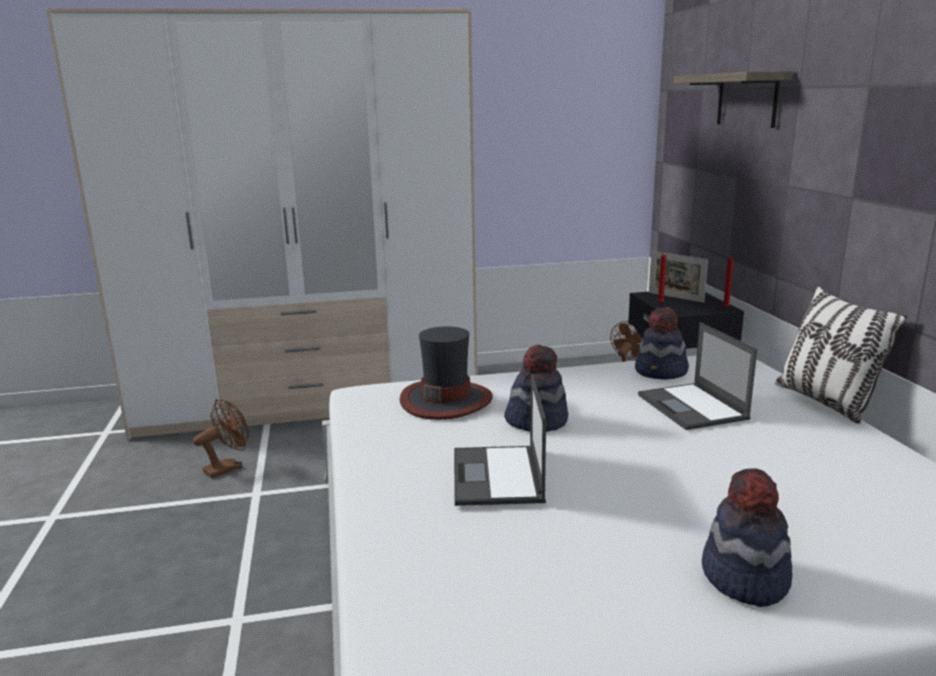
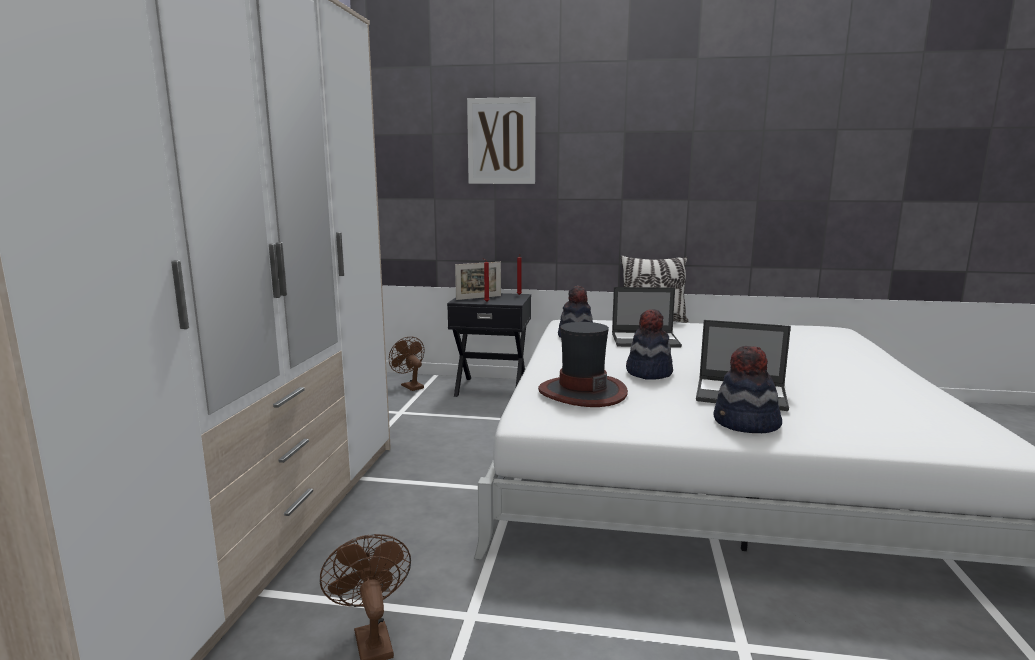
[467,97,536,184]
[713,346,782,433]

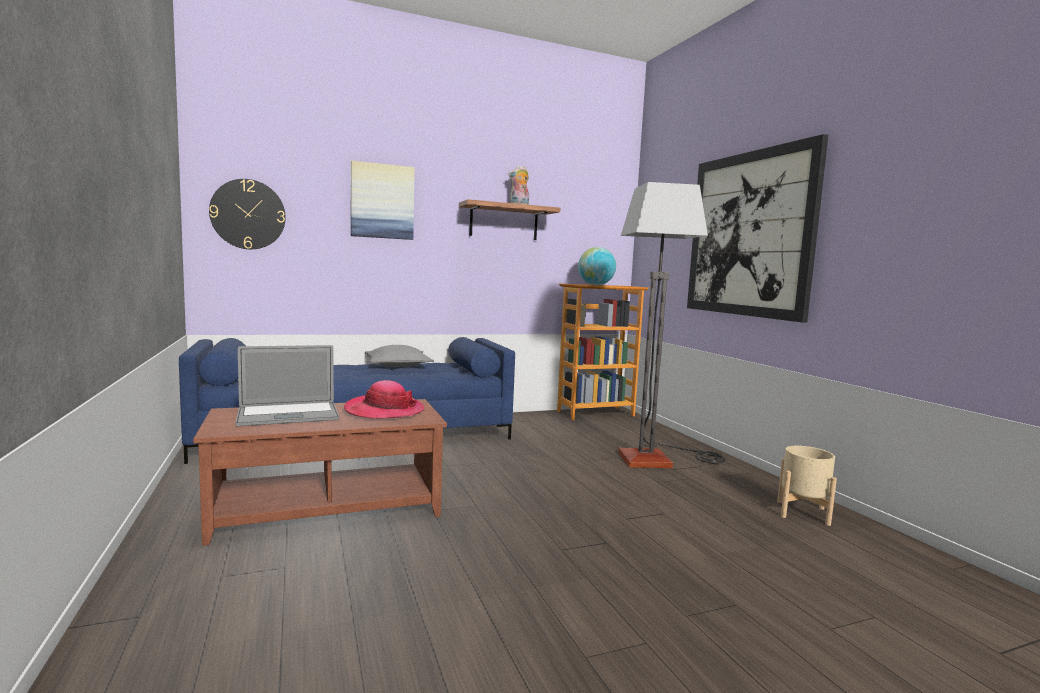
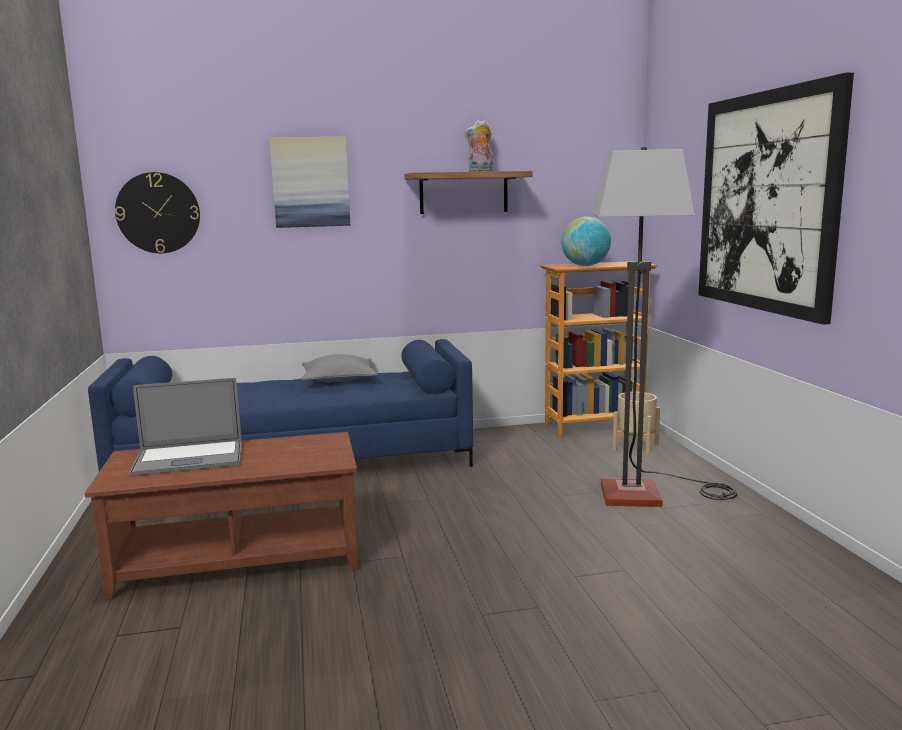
[344,380,425,419] (first image)
[613,392,660,456]

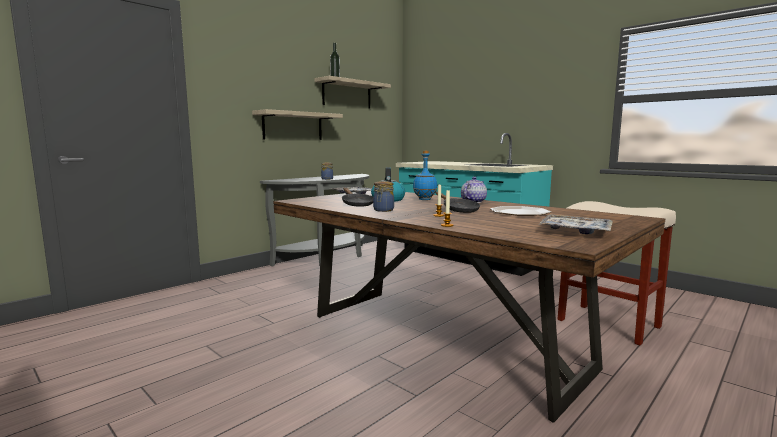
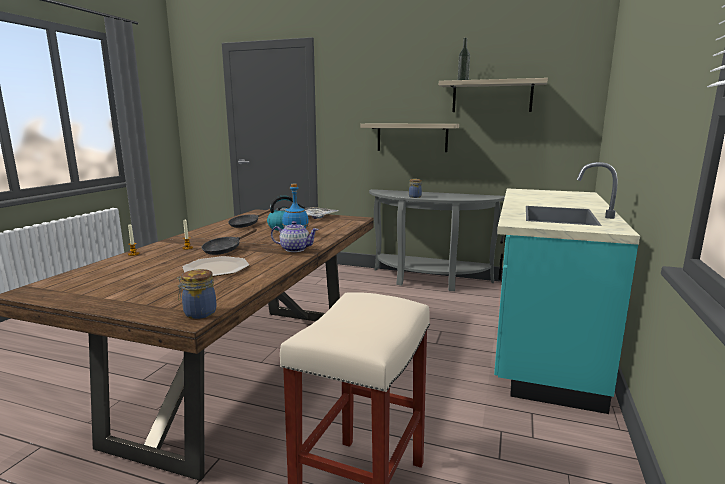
[177,269,216,319]
[539,214,613,234] (first image)

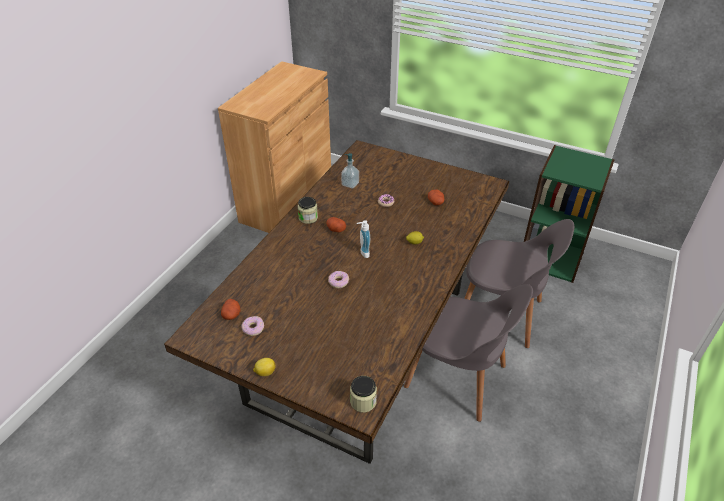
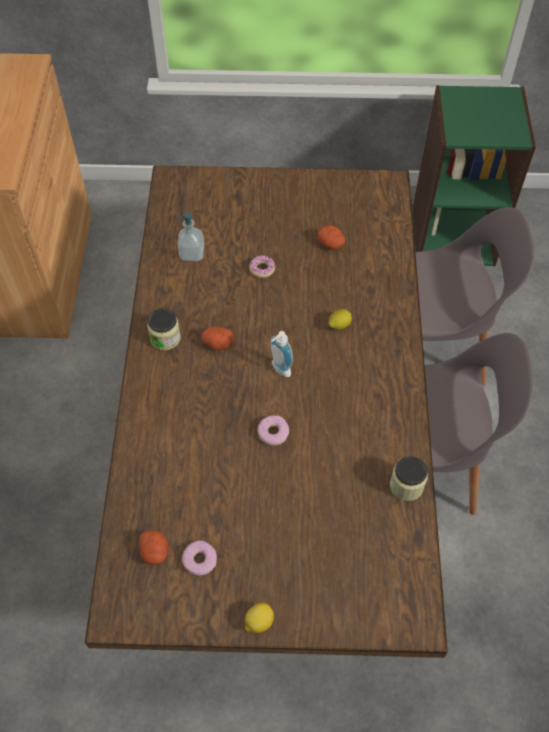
[390,456,428,501]

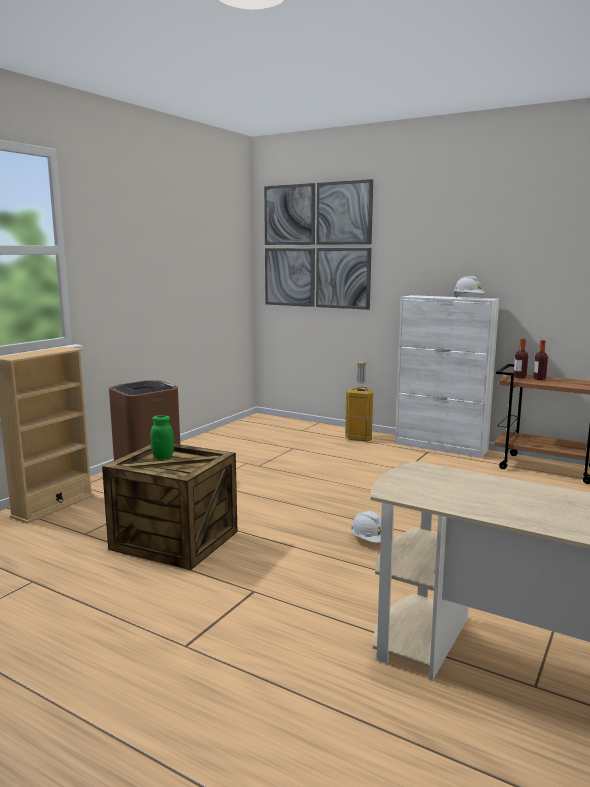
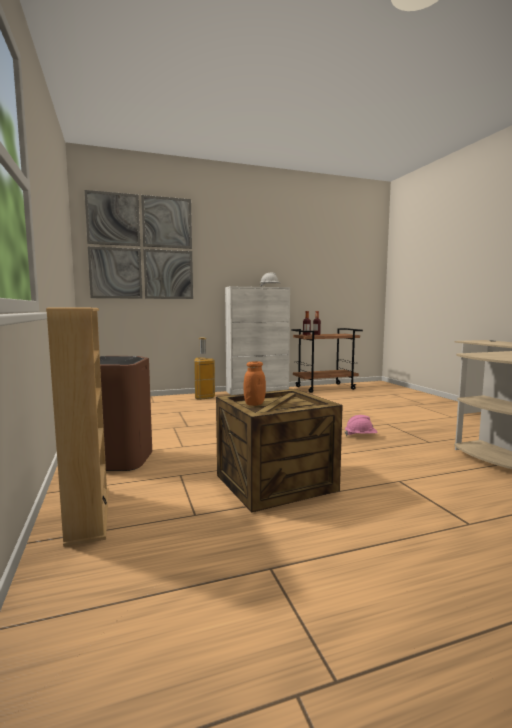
[243,361,266,406]
[344,415,377,436]

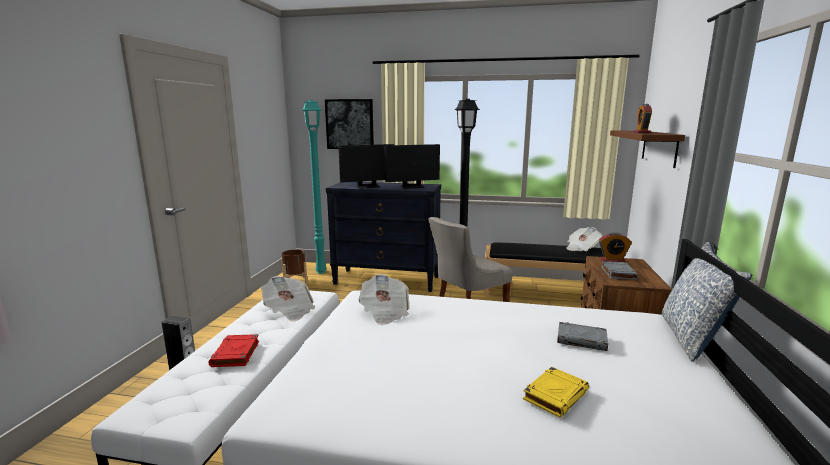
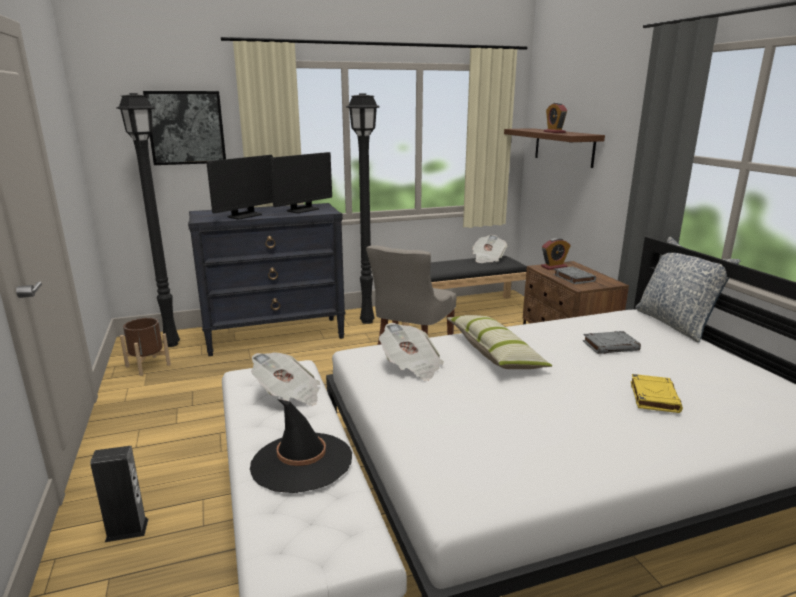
[250,399,352,493]
[117,93,180,347]
[446,315,552,369]

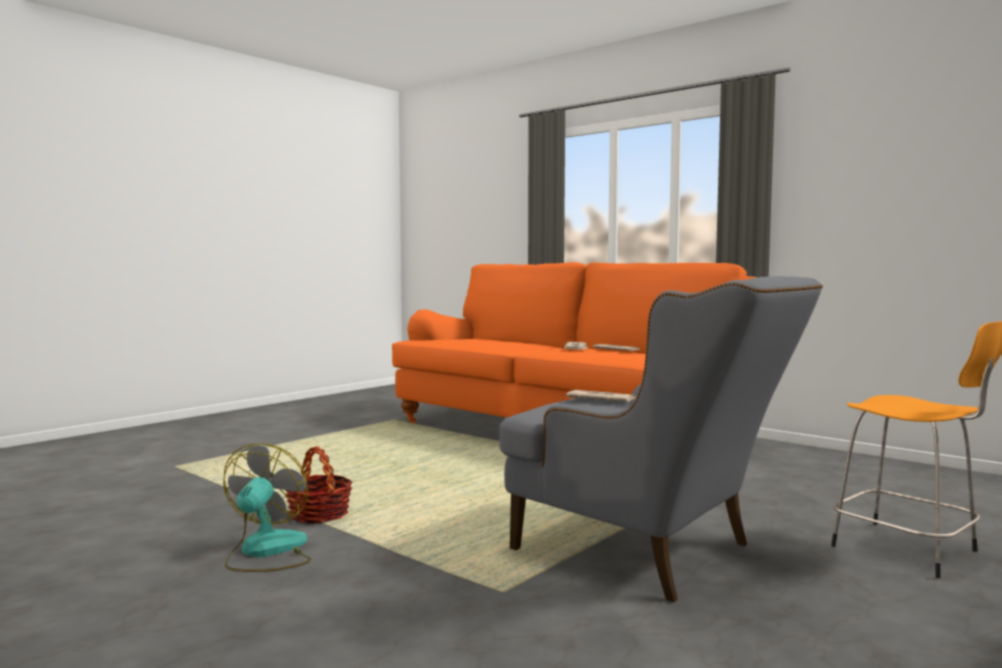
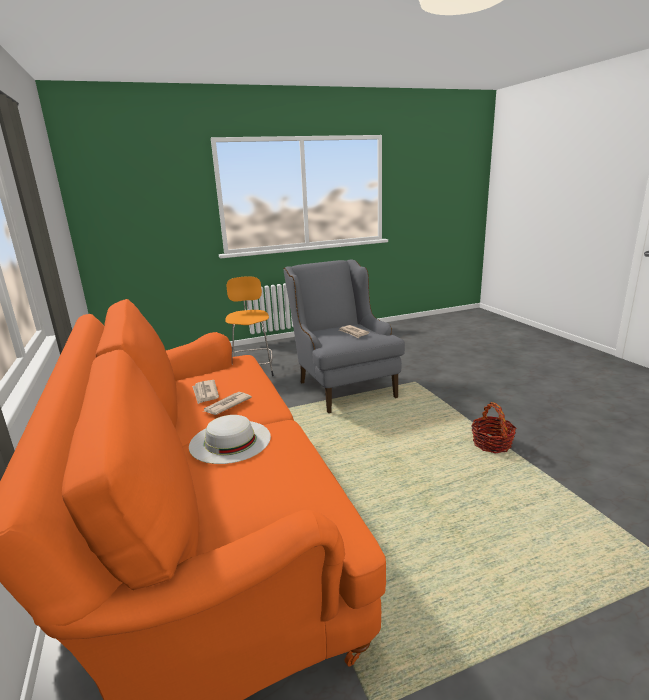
[223,444,311,572] (first image)
[189,415,271,464]

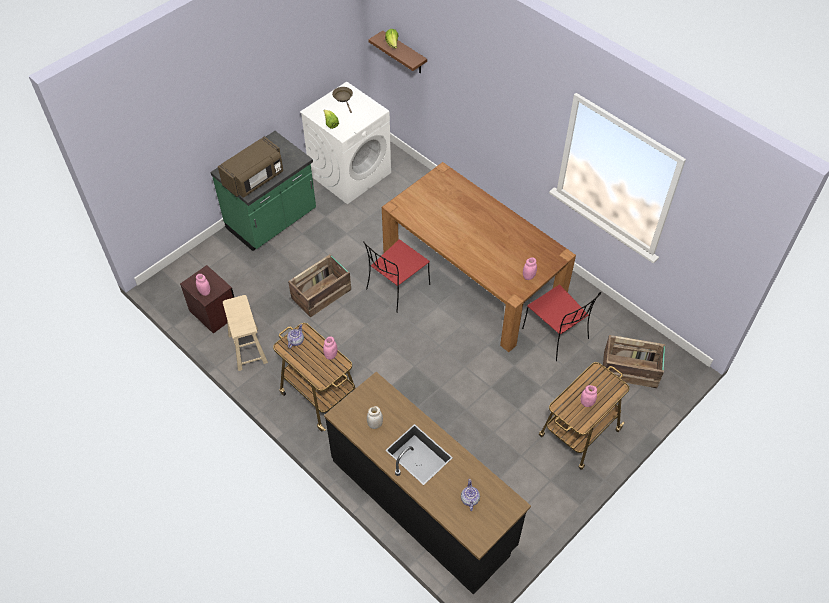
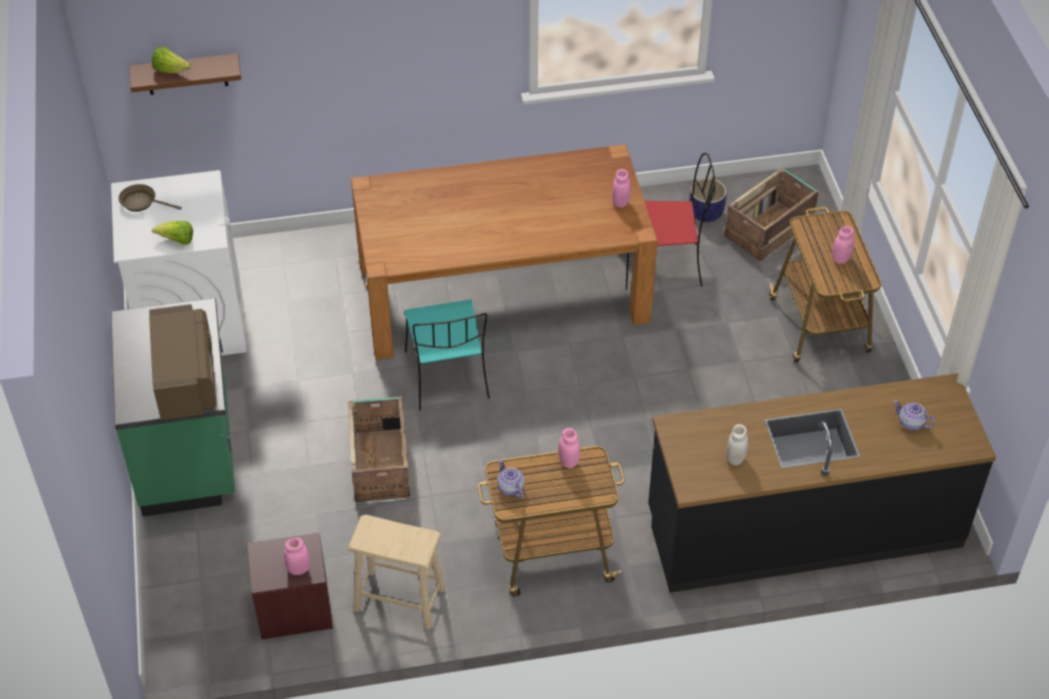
[404,299,490,410]
[689,178,727,222]

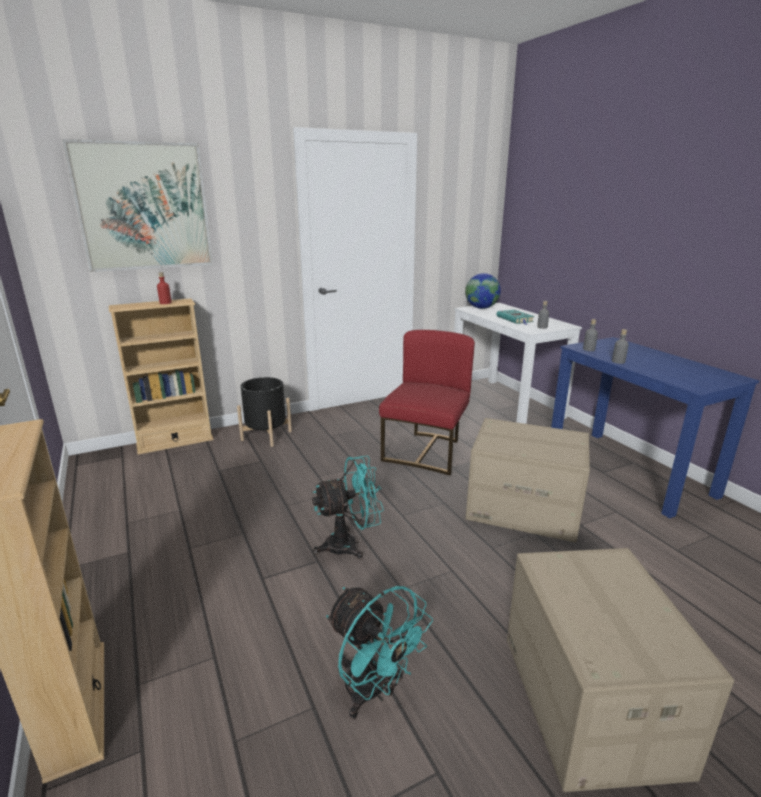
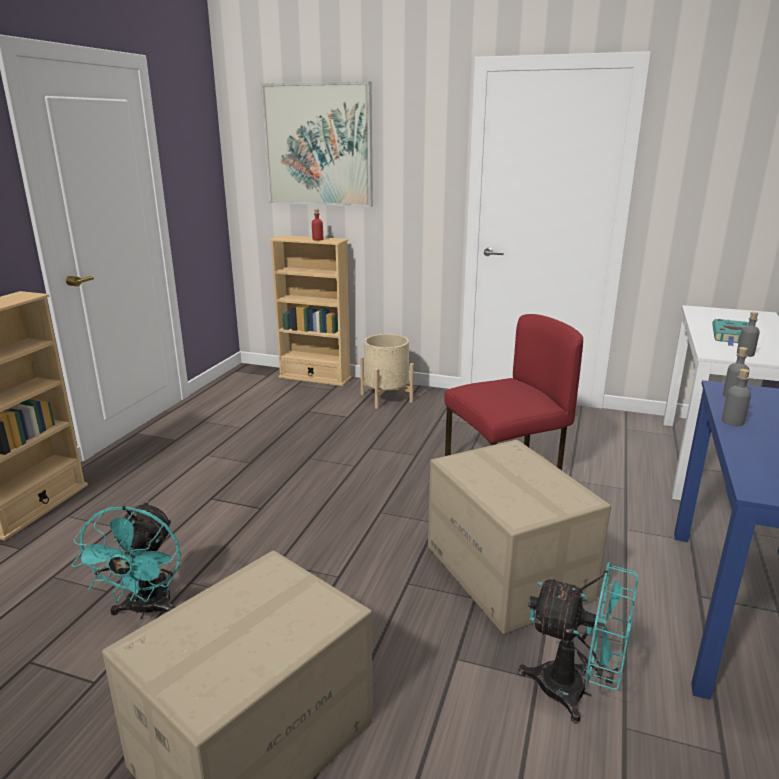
[360,334,414,409]
[518,562,638,724]
[465,273,501,309] (first image)

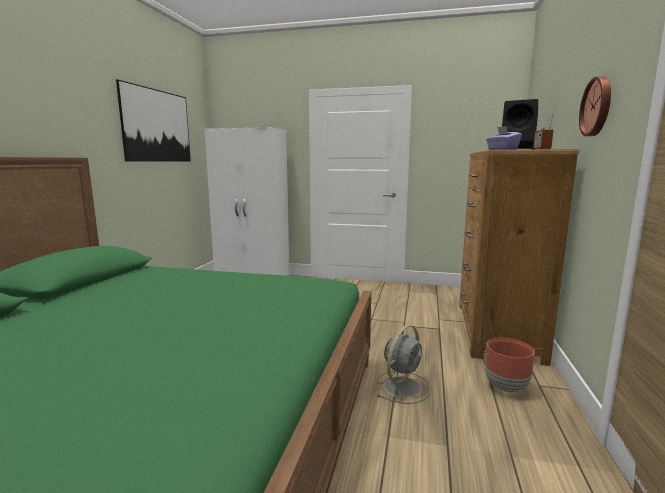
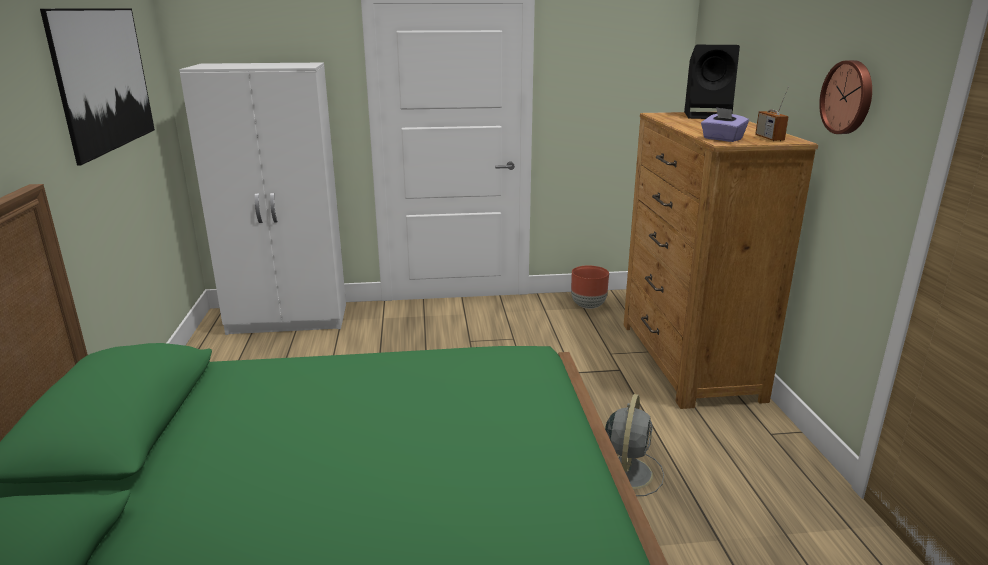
[571,265,609,309]

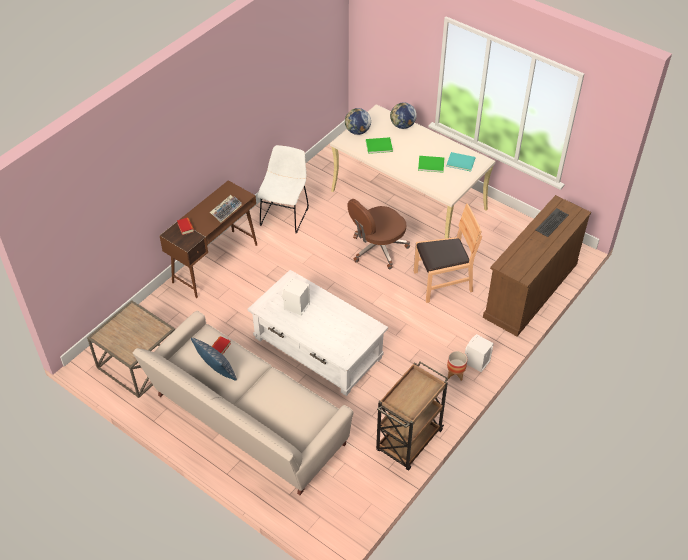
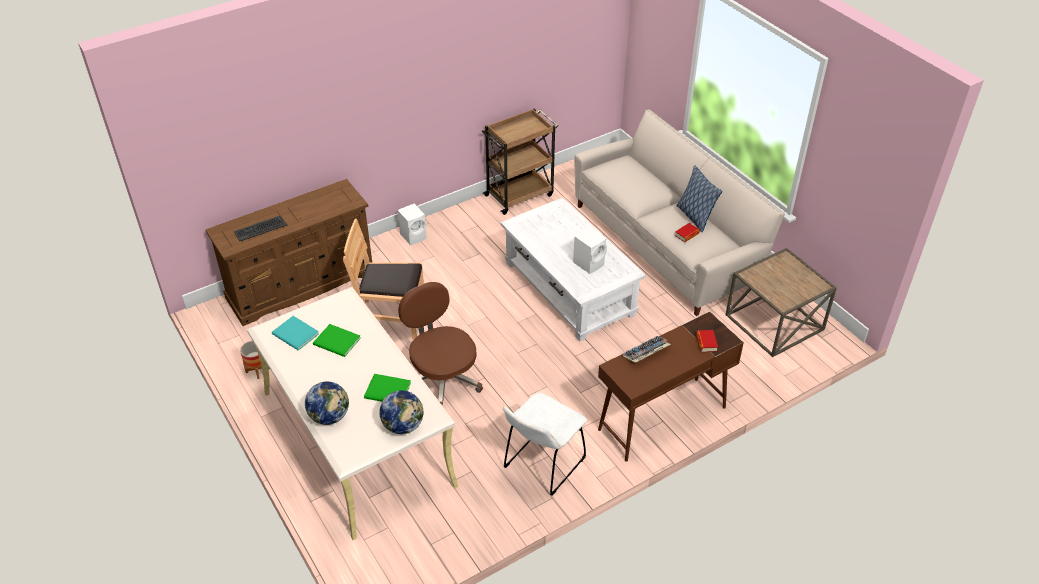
[398,282,483,406]
[240,341,270,379]

